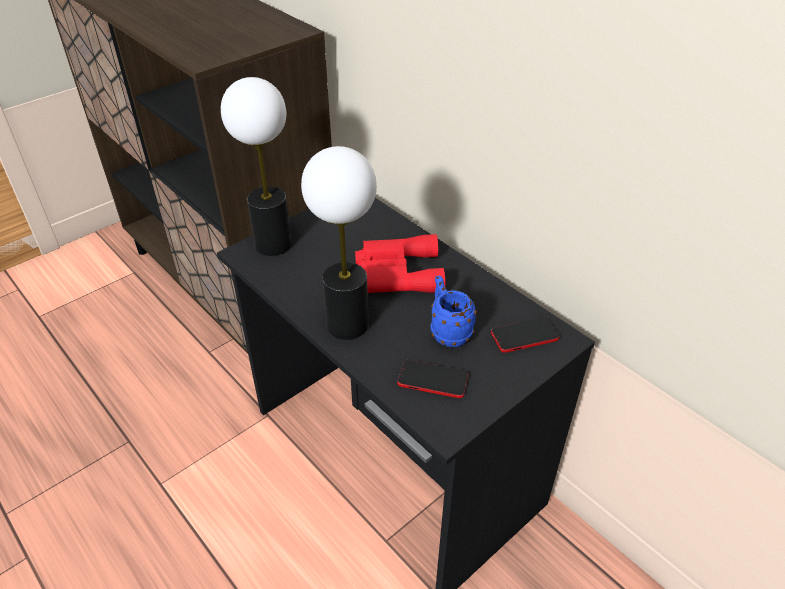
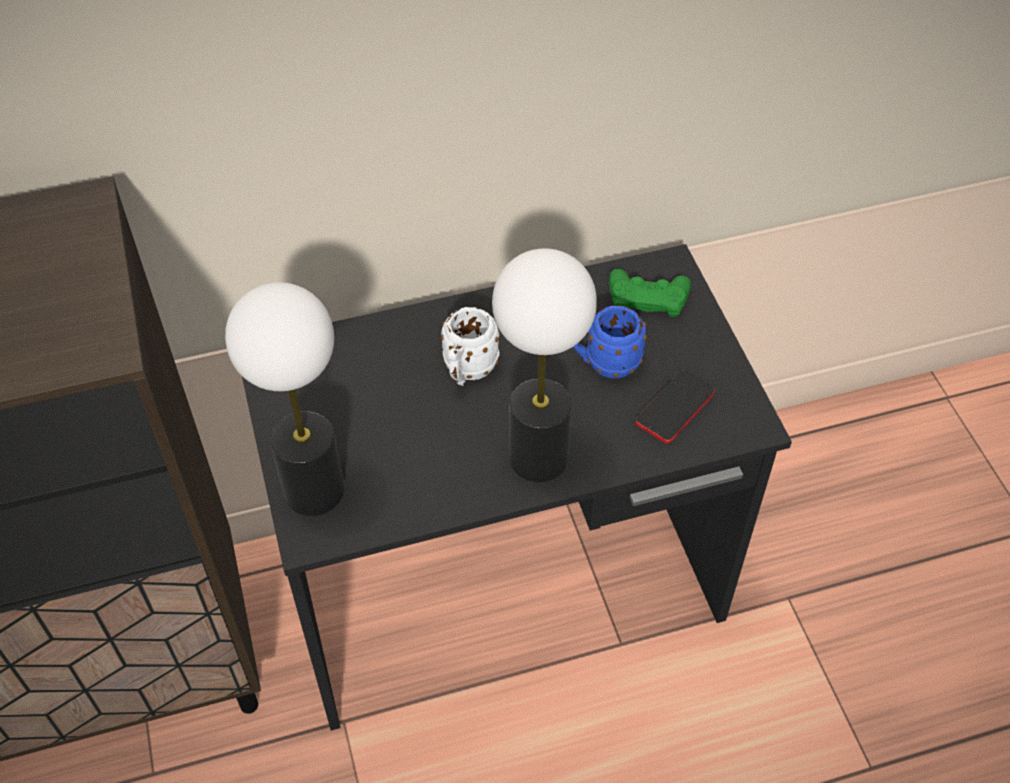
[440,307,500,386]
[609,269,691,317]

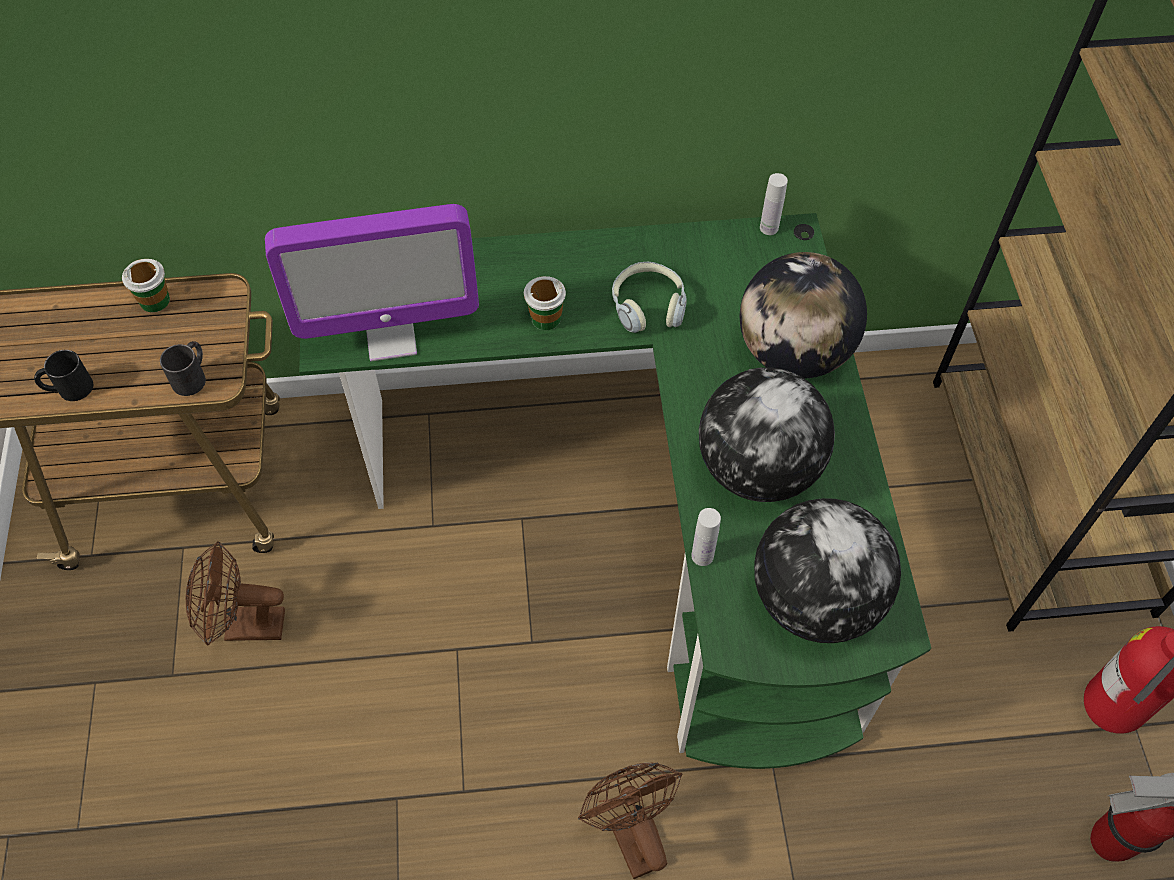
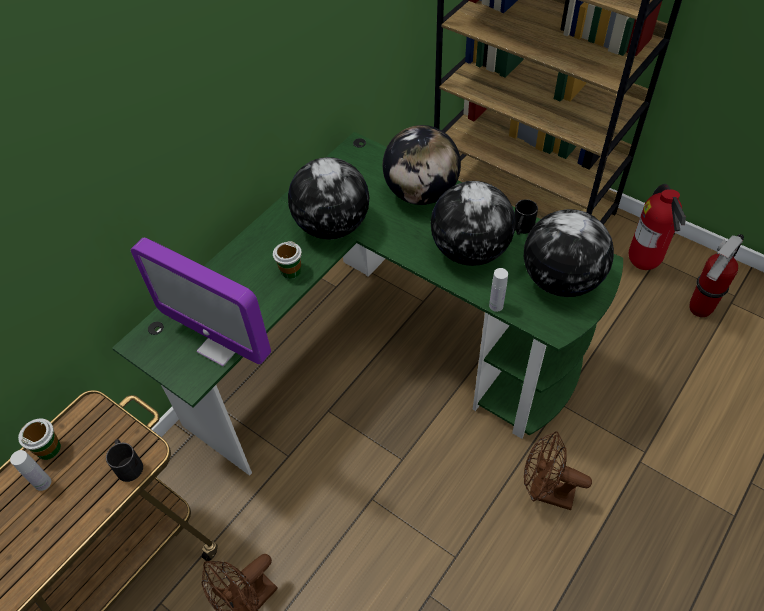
[514,199,538,235]
[131,238,271,366]
[288,157,369,240]
[10,450,51,491]

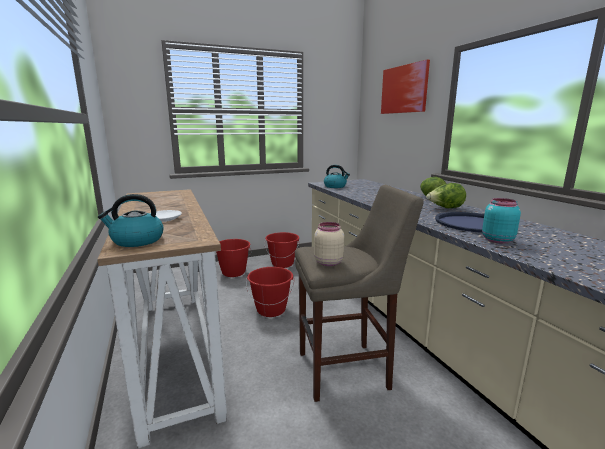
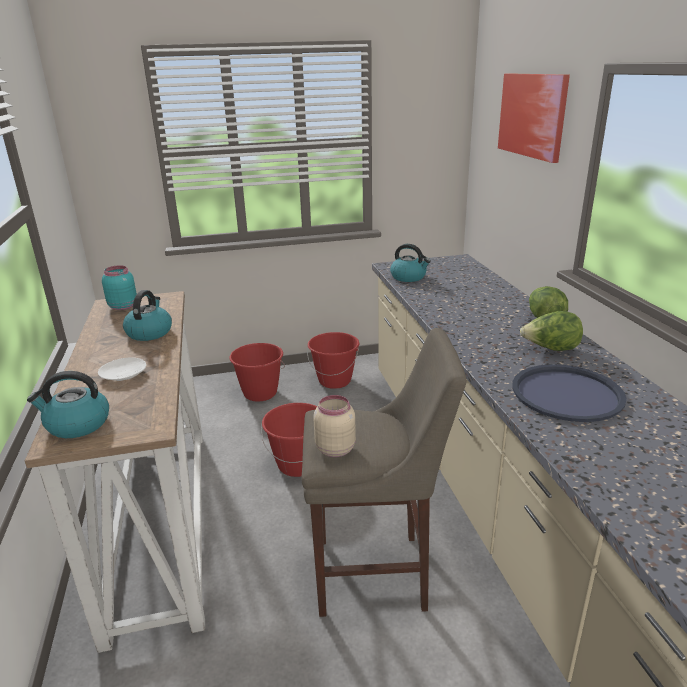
[102,265,137,310]
[123,290,172,341]

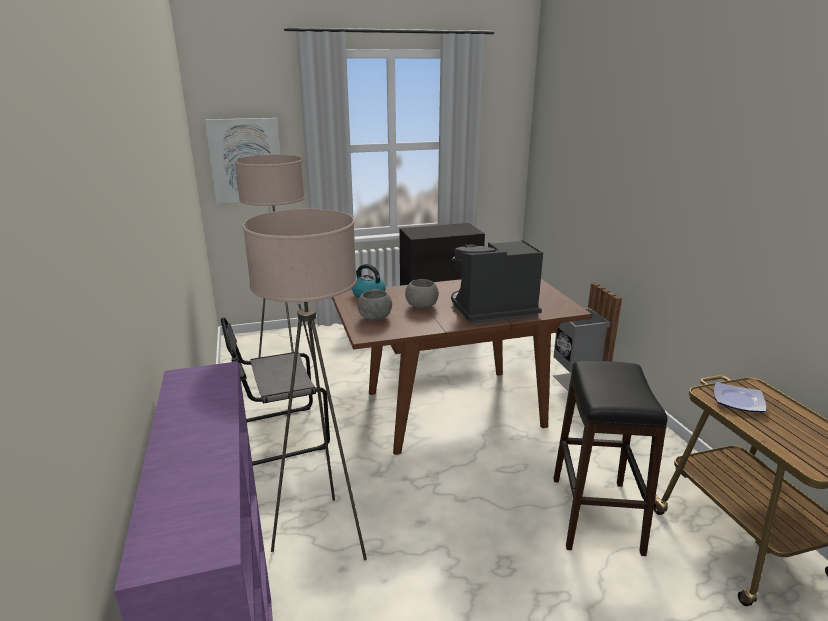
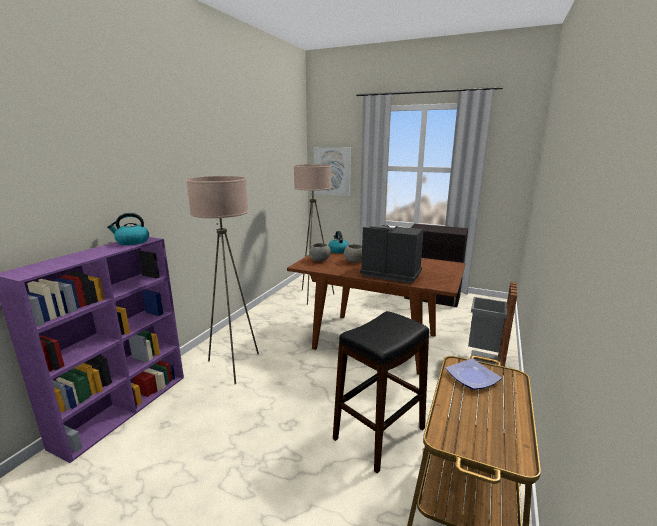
[221,317,330,465] (first image)
[107,213,149,245]

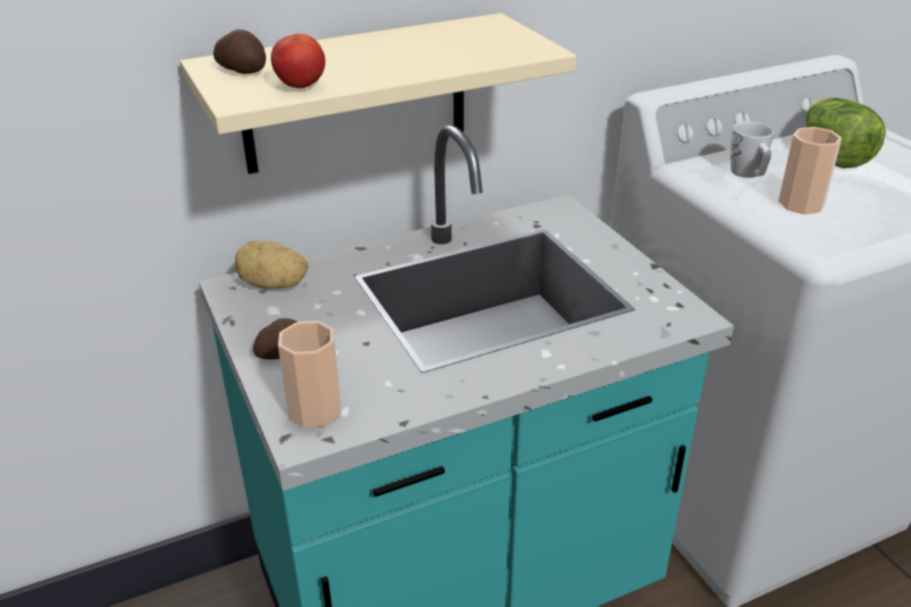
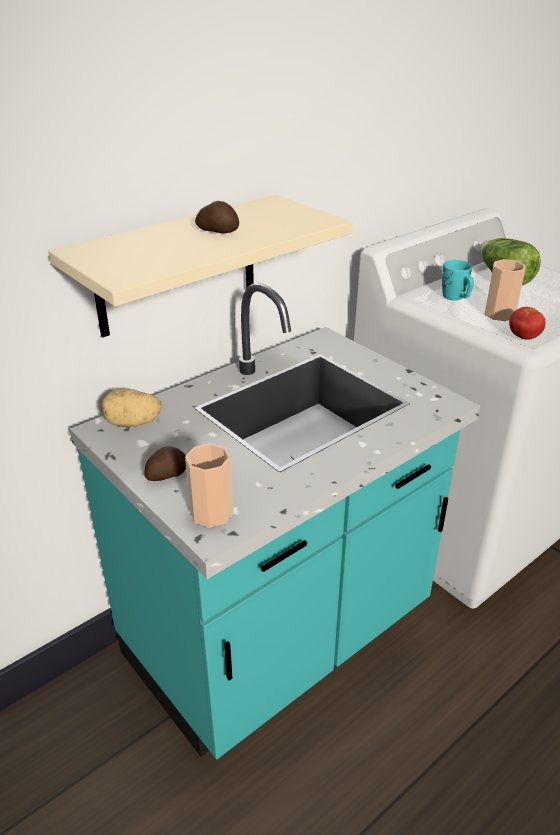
[195,201,239,234]
[509,307,546,340]
[442,260,474,300]

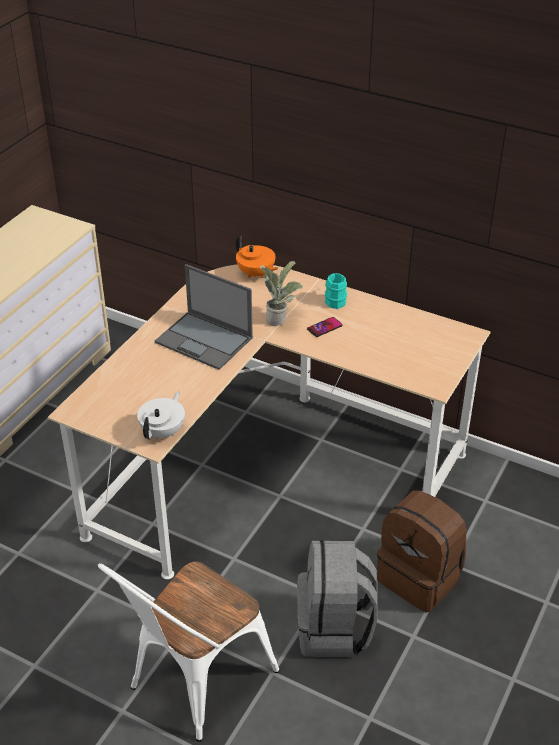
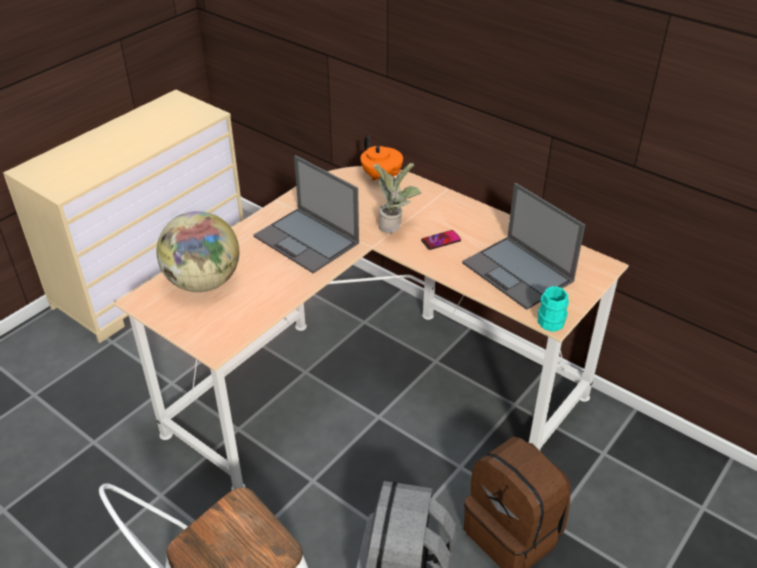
[137,391,185,440] (first image)
[537,286,569,332]
[156,211,239,292]
[462,183,585,310]

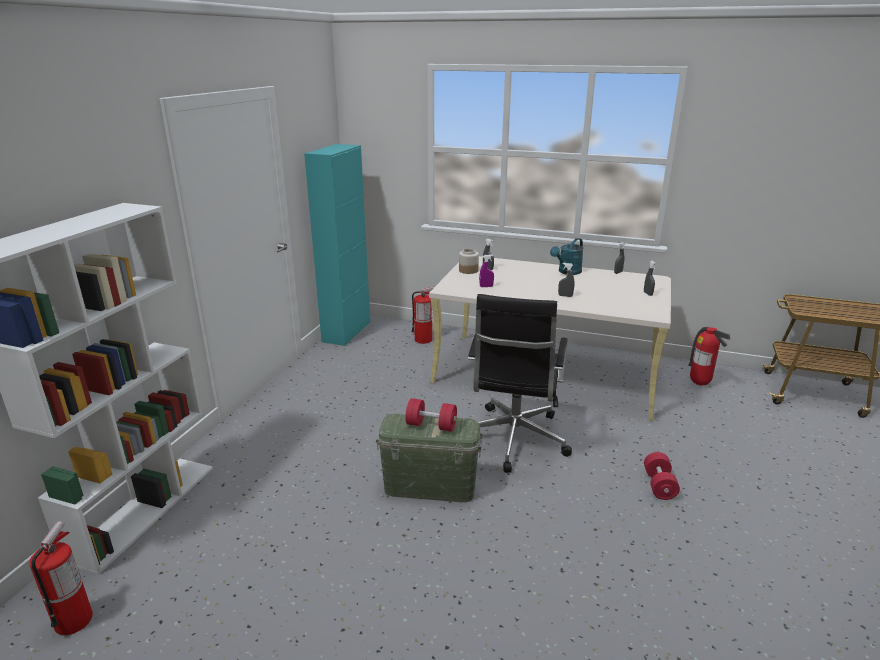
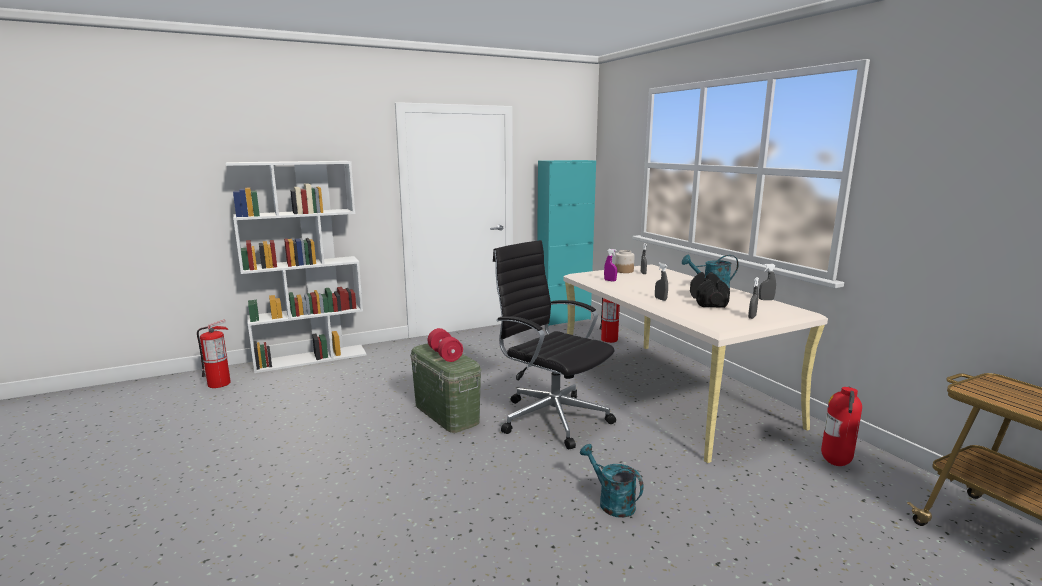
[493,240,616,449]
[580,444,644,518]
[690,272,730,308]

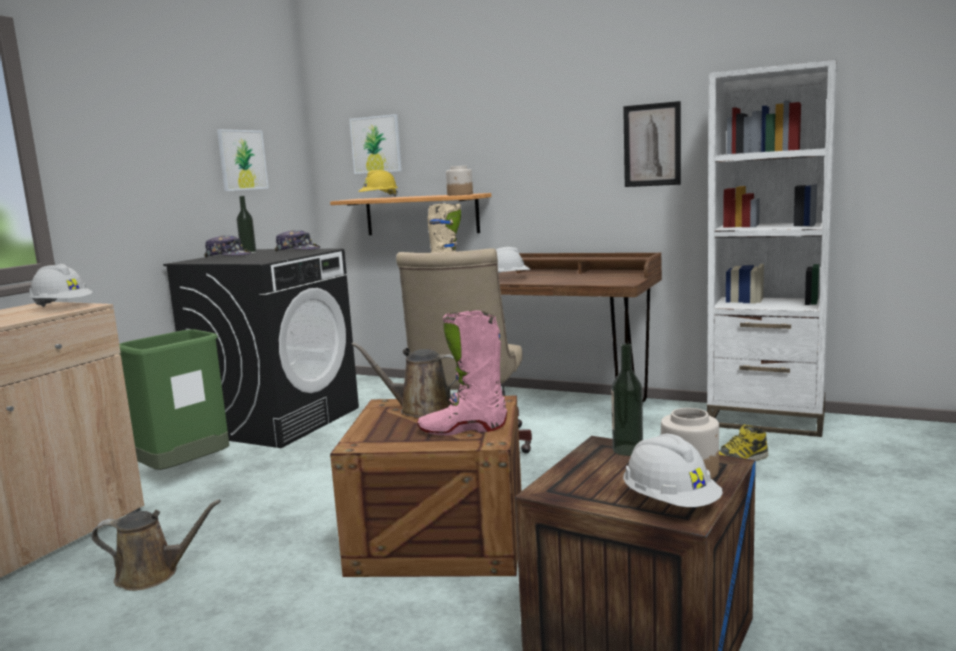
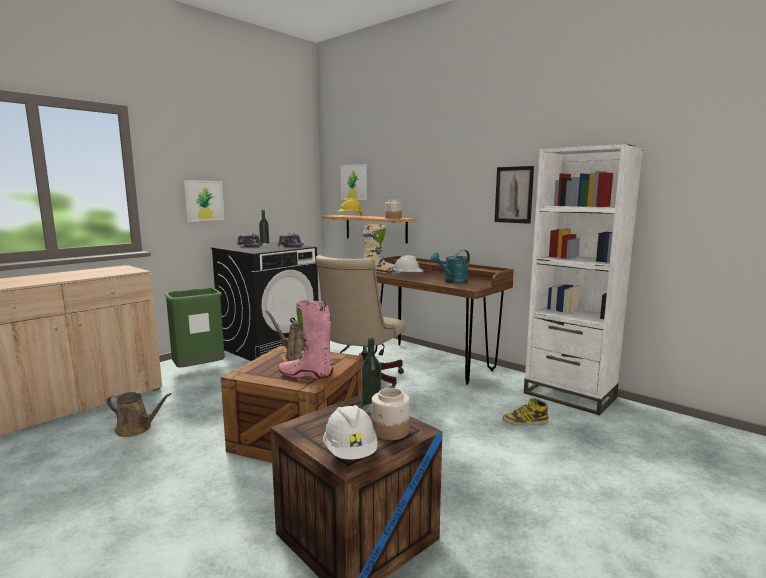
[29,264,93,307] (first image)
[183,180,224,222]
[431,250,470,284]

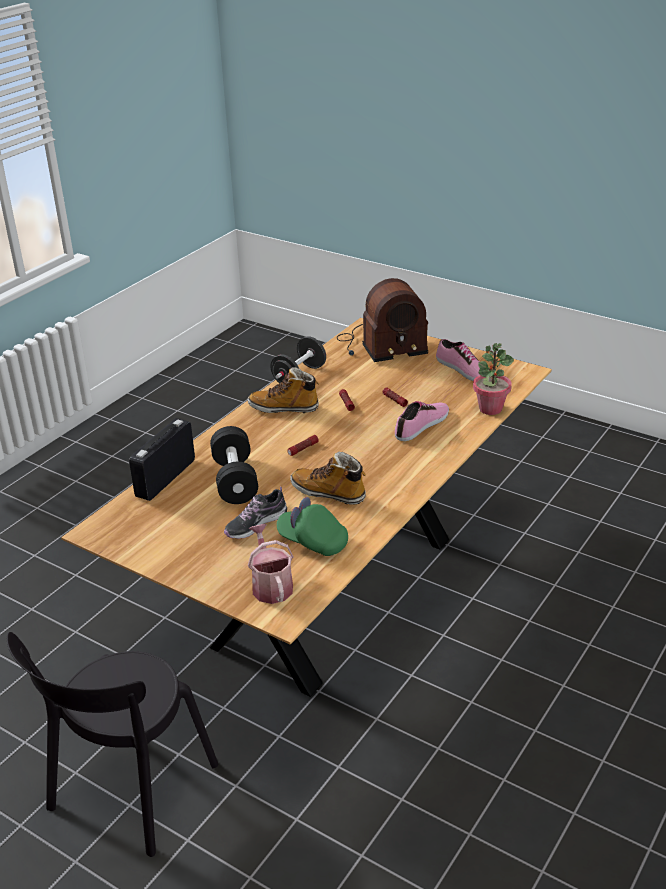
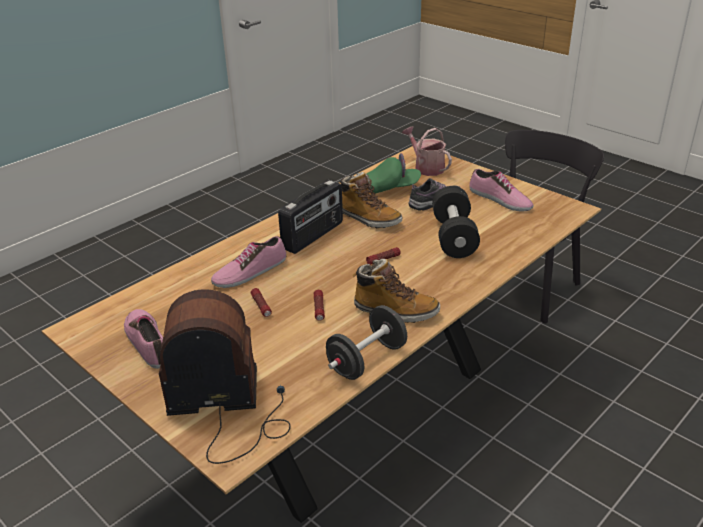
[278,180,343,254]
[402,126,452,176]
[366,153,421,194]
[473,343,514,415] (first image)
[469,169,534,211]

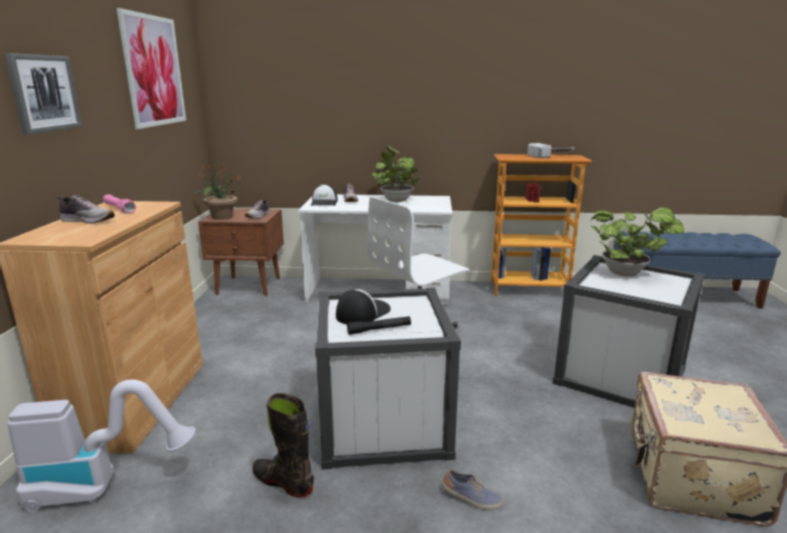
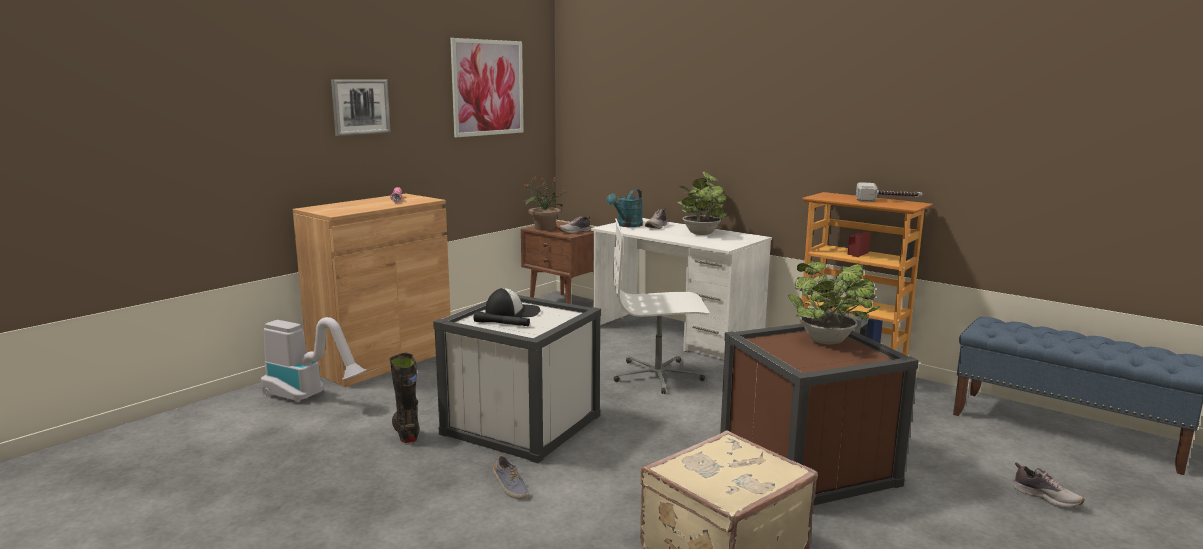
[1013,462,1084,508]
[606,189,643,227]
[720,324,919,505]

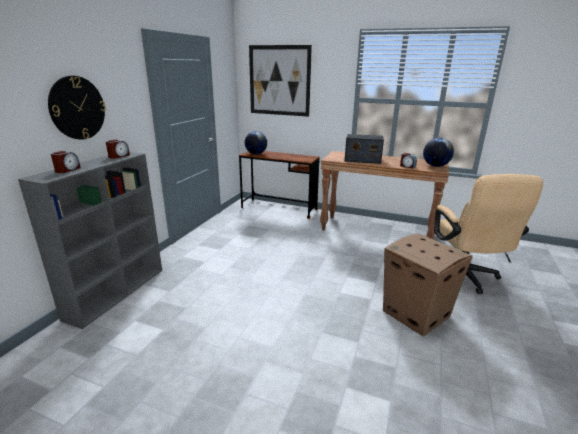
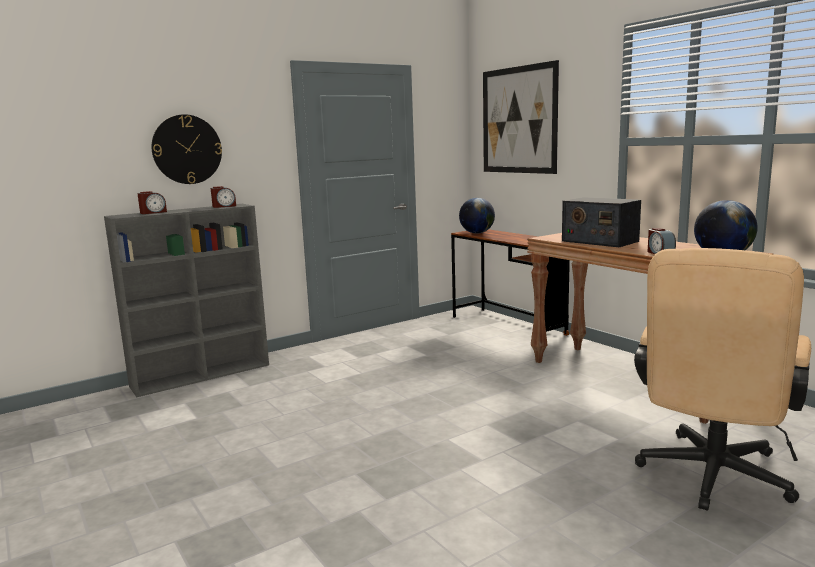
[383,234,473,336] (first image)

